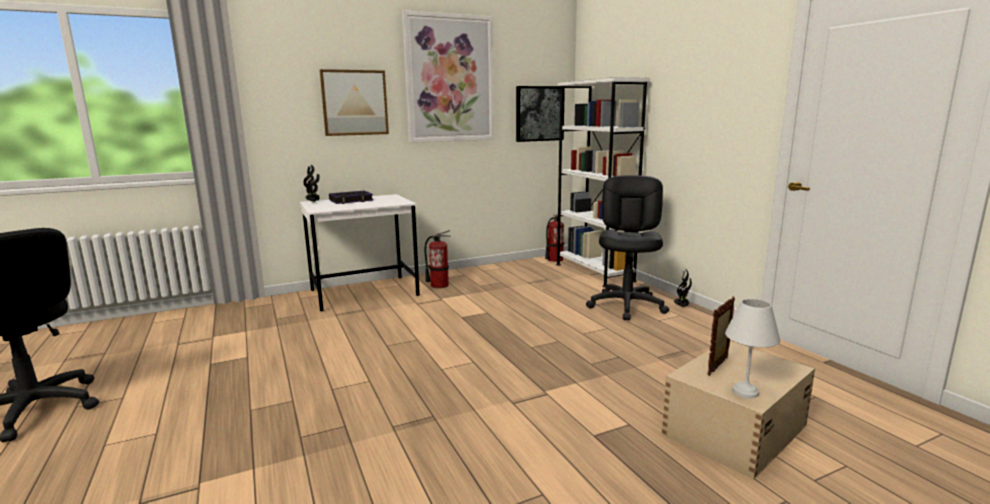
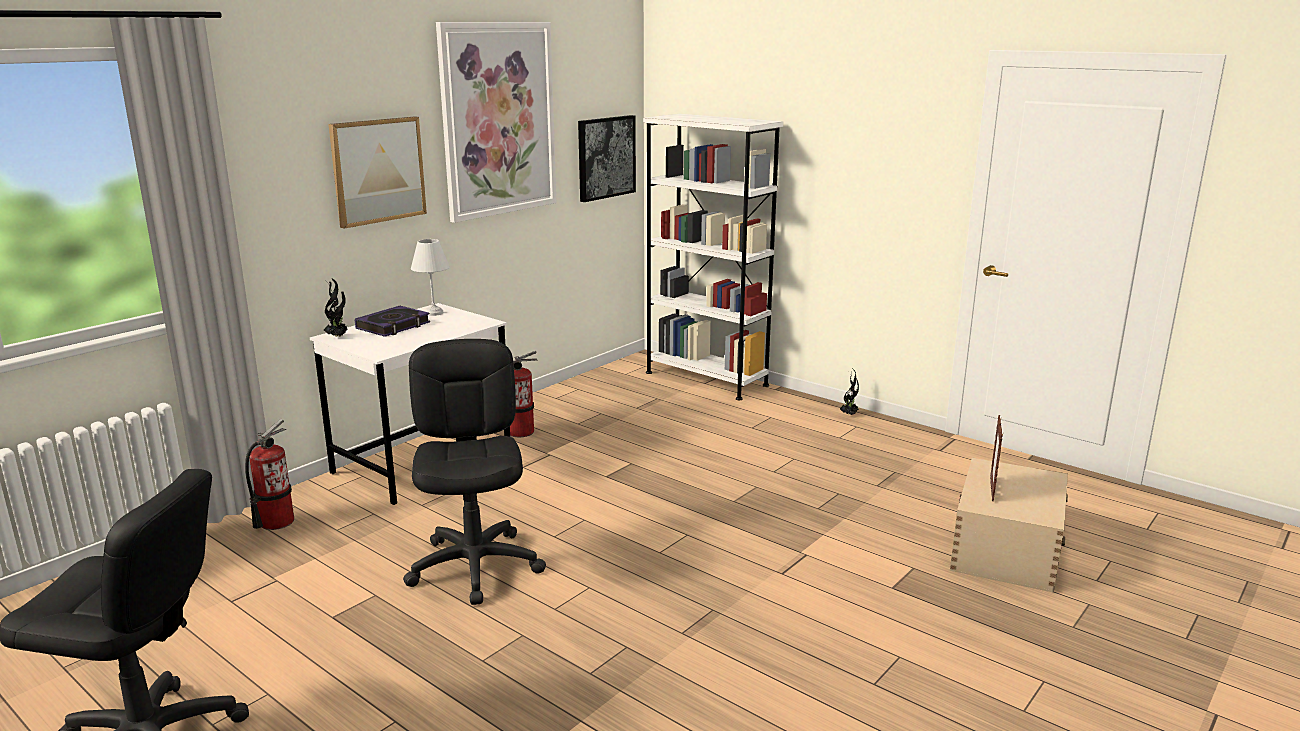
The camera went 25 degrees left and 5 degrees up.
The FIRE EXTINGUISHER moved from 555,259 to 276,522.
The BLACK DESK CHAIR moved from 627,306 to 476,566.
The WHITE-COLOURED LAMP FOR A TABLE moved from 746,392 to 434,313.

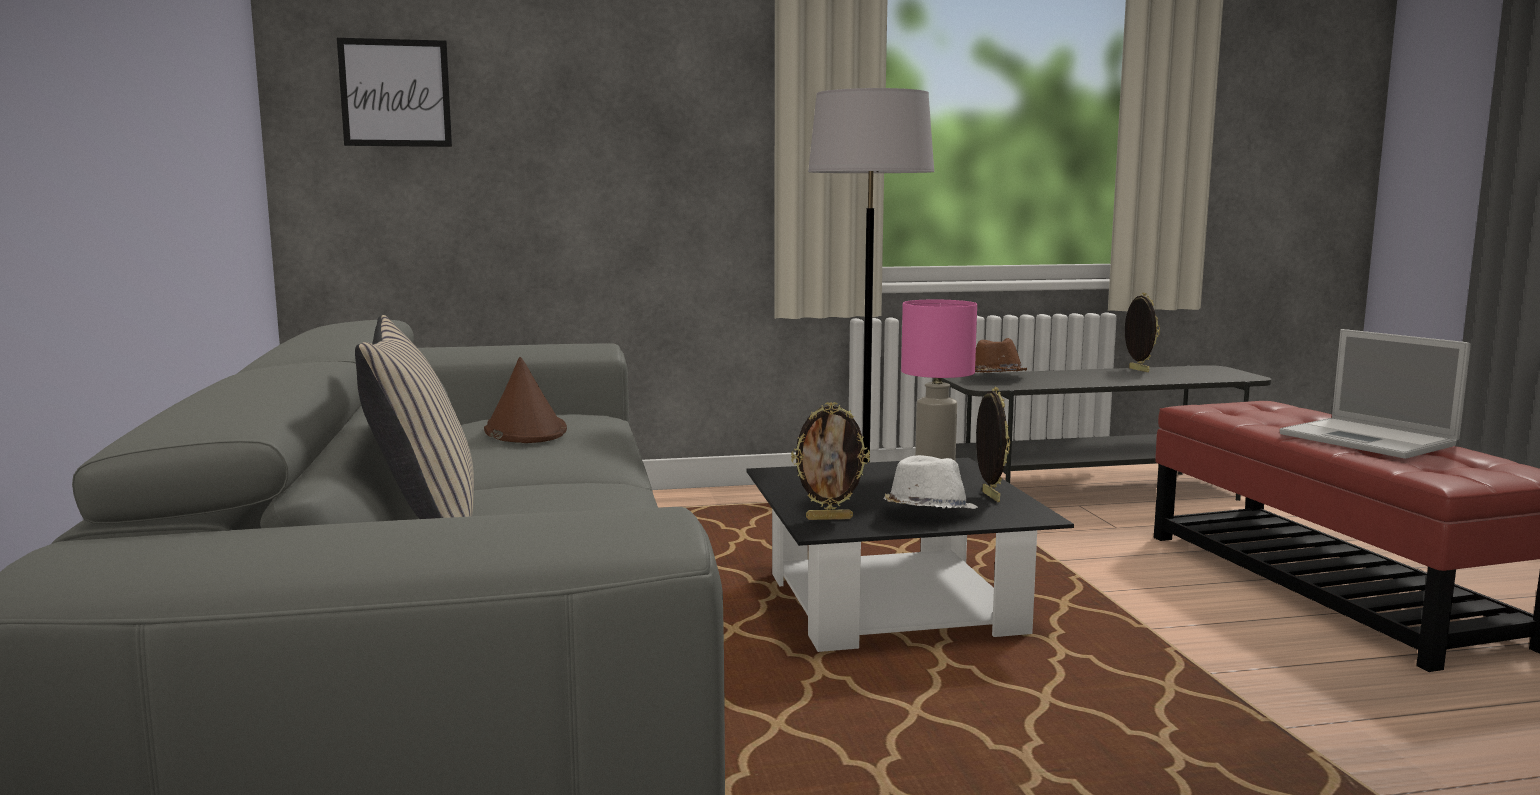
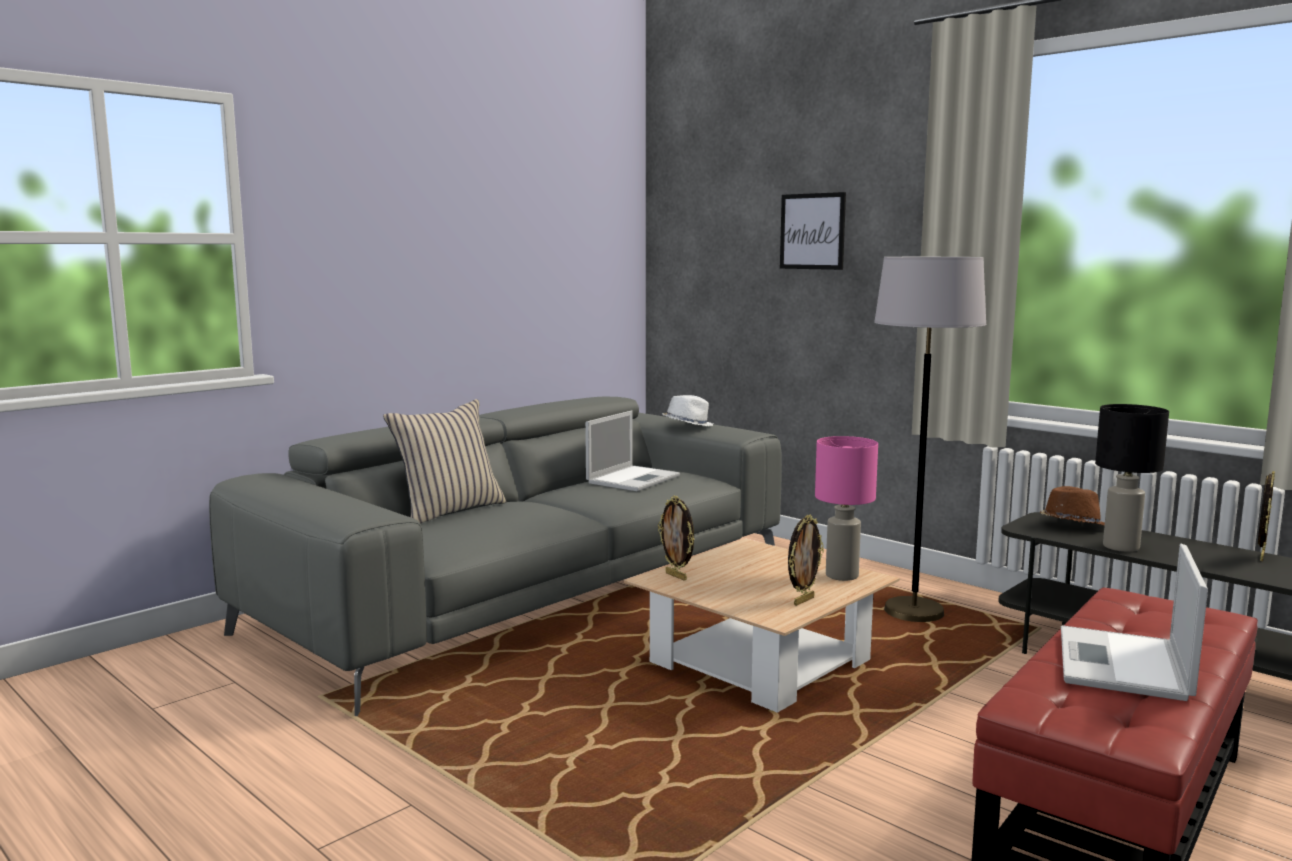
The camera went 55 degrees right and 0 degrees up.
The BLACK LAMP FOR A TABLE at 1120,547 appeared.
The PICTURE moved from 395,93 to 812,231.
The WHITE-COLOURED HAT moved from 928,512 to 687,425.
The BROWNISH HAT at 524,431 was replaced by the LAPTOP at 634,479.
The BLACK LOUNGE TABLE at 892,604 became the BEIGE LOUNGE TABLE at 760,662.

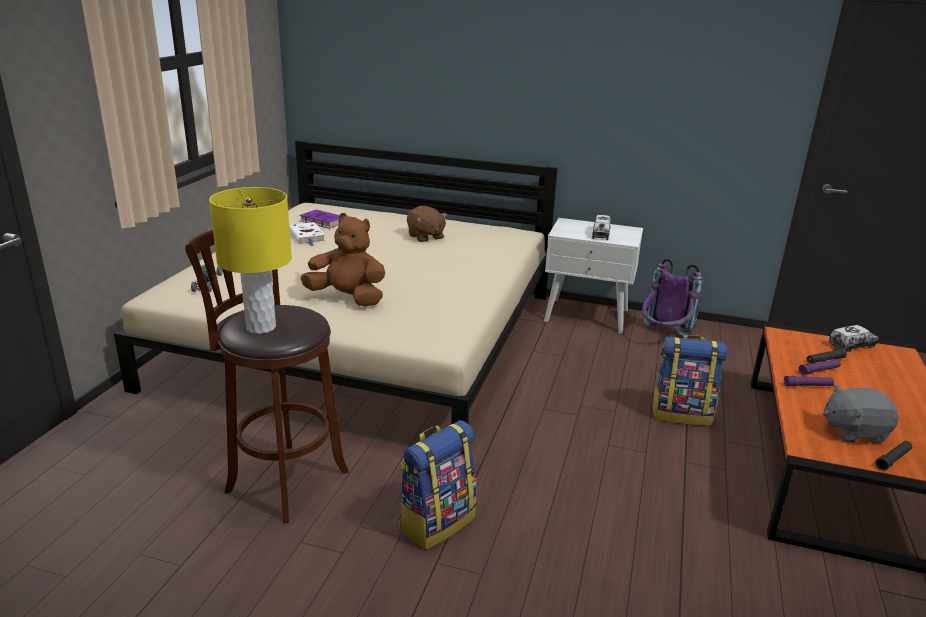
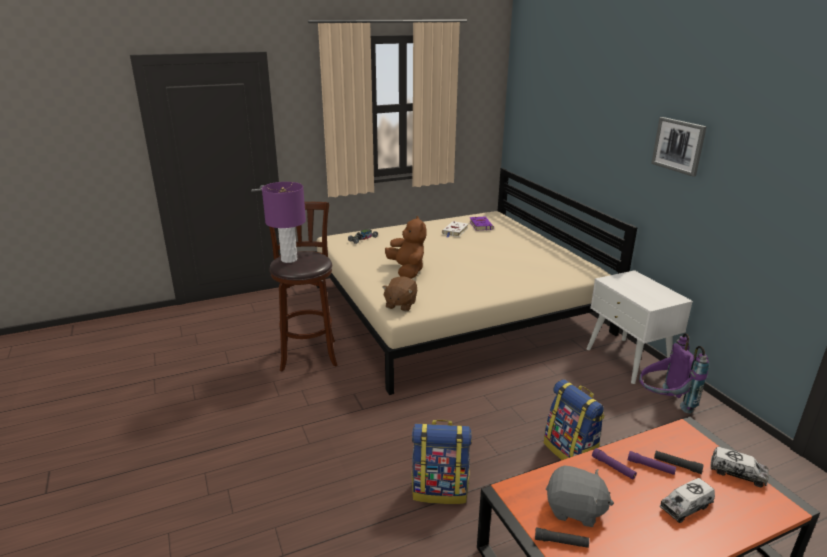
The camera went 50 degrees right and 0 degrees up.
The PICTURE at 678,145 appeared.
The RUCKSACK moved from 436,522 to 440,490.
The BROWNISH CUDDLY TOY moved from 425,237 to 400,304.
The MODEL TRUCK moved from 601,234 to 685,507.
The YELLOWISH LAMP FOR A TABLE at 260,327 became the PURPLE-COLOURED LAMP FOR A TABLE at 289,259.
The GREYISH CUDDLY TOY at 853,431 turned 150 degrees clockwise.

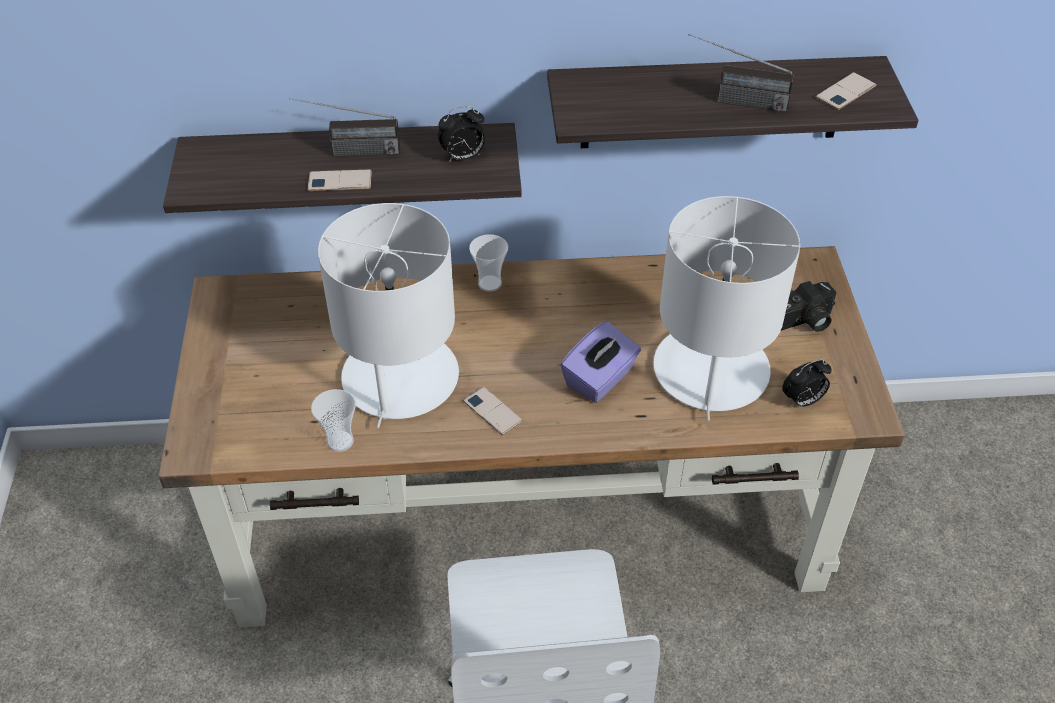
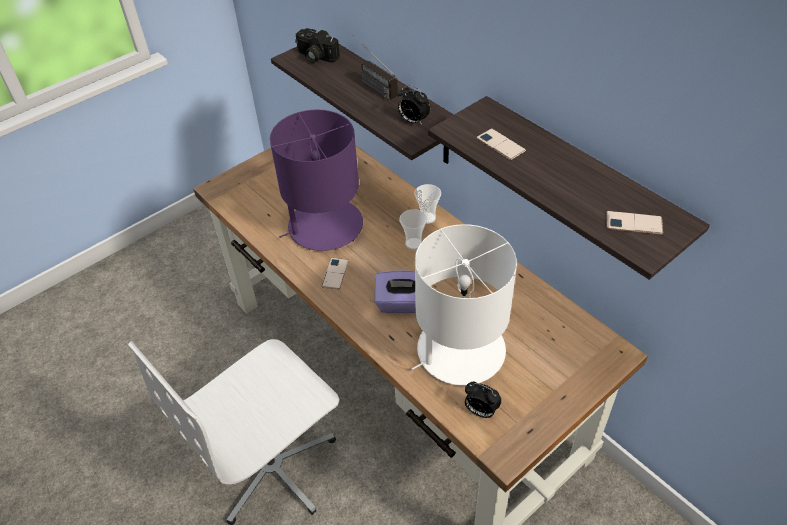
The camera went 55 degrees right and 0 degrees up.
The RADIO RECEIVER at 733,101 disappeared.
The PHONE moved from 339,181 to 500,144.
The SMALL CUP moved from 340,441 to 413,243.
The STILL CAMERA moved from 802,322 to 315,57.
The WHITE-COLOURED LAMP FOR A TABLE at 399,378 became the PURPLE-COLOURED LAMP FOR A TABLE at 324,226.

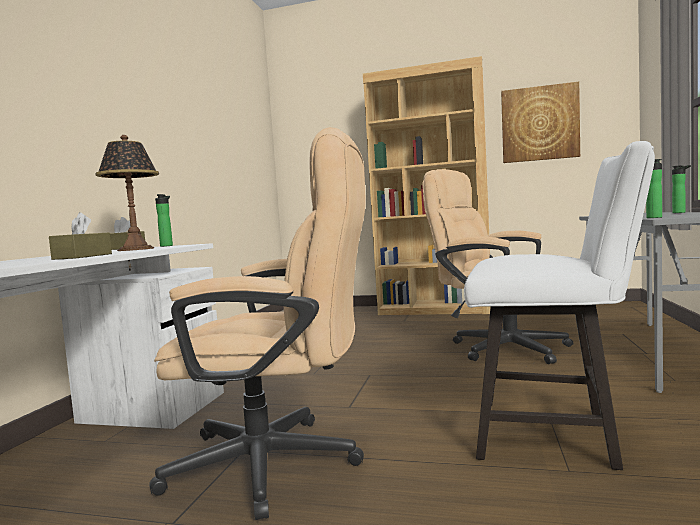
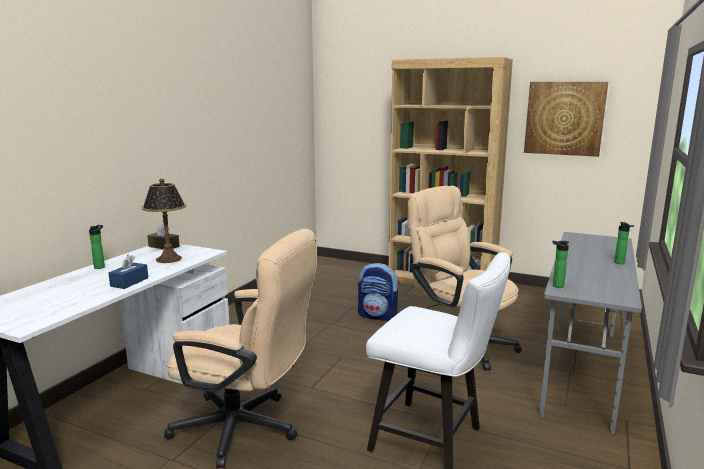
The camera went 10 degrees right and 10 degrees up.
The RUCKSACK at 378,316 appeared.
The BOTTLE moved from 167,246 to 100,267.
The BROWNISH TISSUE HOLDER at 83,256 became the BLUISH TISSUE HOLDER at 129,282.

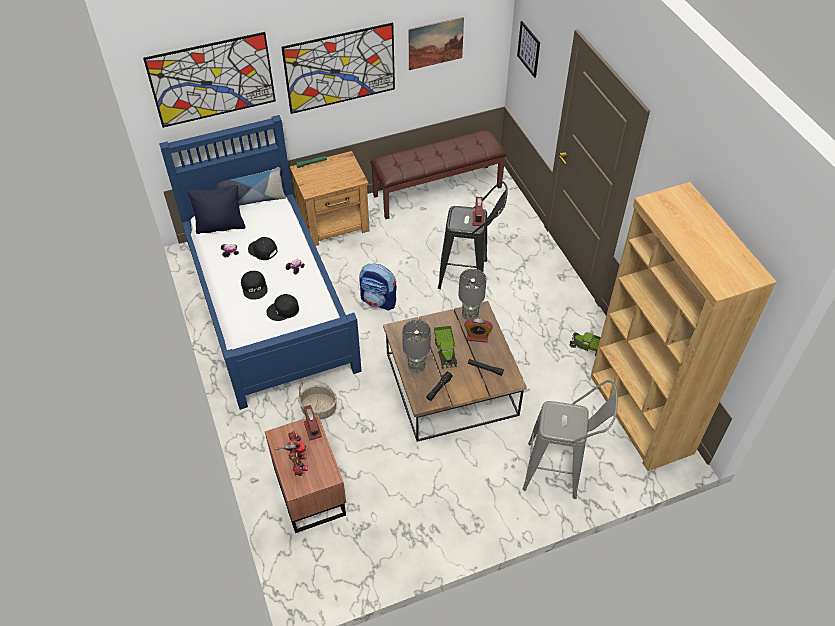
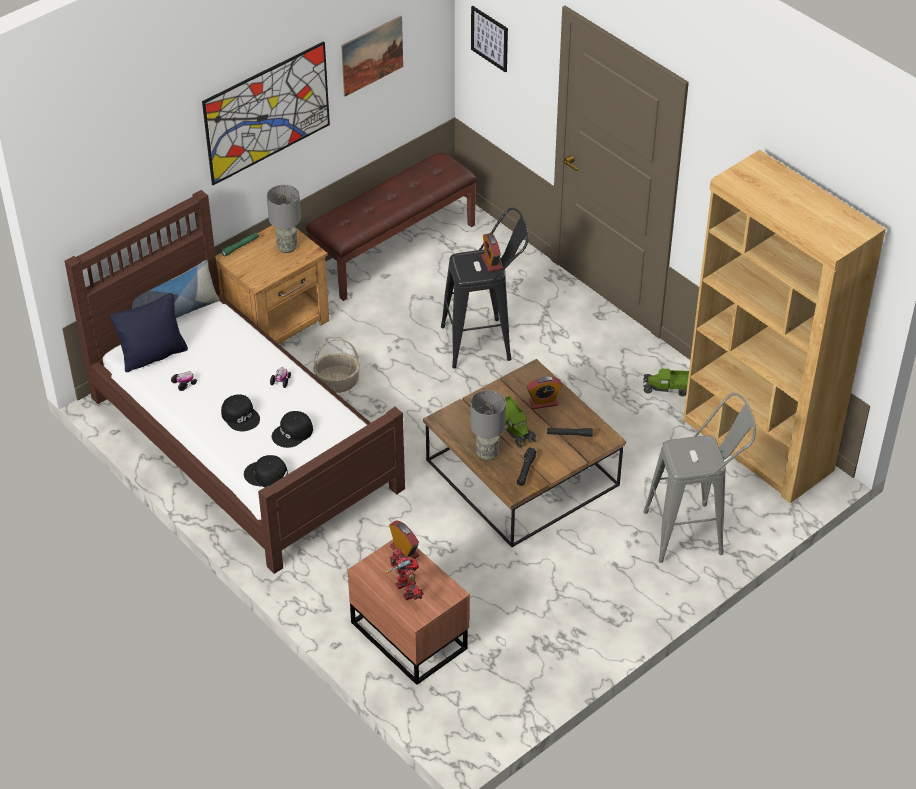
The camera went 20 degrees left and 5 degrees down.
The PICTURE at 212,80 disappeared.
The RUCKSACK at 379,301 disappeared.
The BLACK CAP moved from 262,250 to 266,475.
The STORAGE BASKET moved from 318,409 to 337,383.
The GREYISH LAMP FOR A TABLE moved from 470,315 to 287,247.
The BLUISH SLEEPING BED at 269,303 became the BROWNISH SLEEPING BED at 243,441.

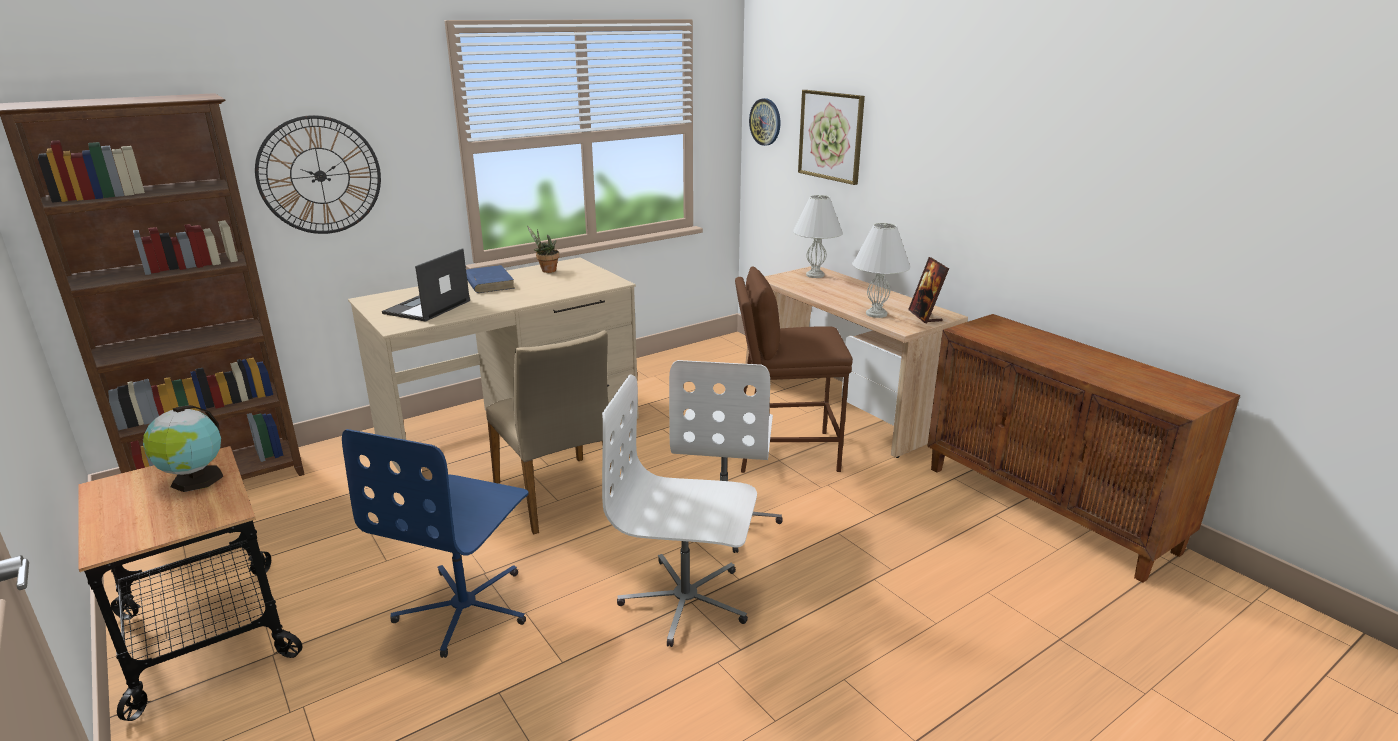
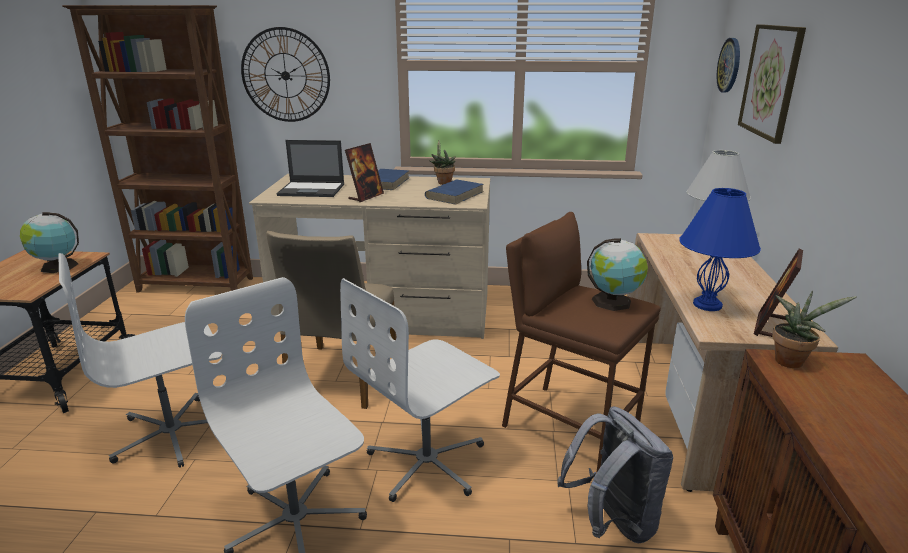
The camera went 40 degrees right and 0 degrees up.
The STANDING FRAME at 366,196 appeared.
The BLUISH VOLUME at 455,195 appeared.
The GREYISH RUCKSACK at 612,522 appeared.
The GLOBE at 614,302 appeared.
The PLANT IN A POT at 791,360 appeared.
The BLUISH DESK CHAIR at 465,608 became the WHITE-COLOURED DESK CHAIR at 172,434.
The WHITE-COLOURED LAMP FOR A TABLE at 877,314 became the BLUISH LAMP FOR A TABLE at 707,305.
The LAPTOP at 427,307 turned 150 degrees counterclockwise.

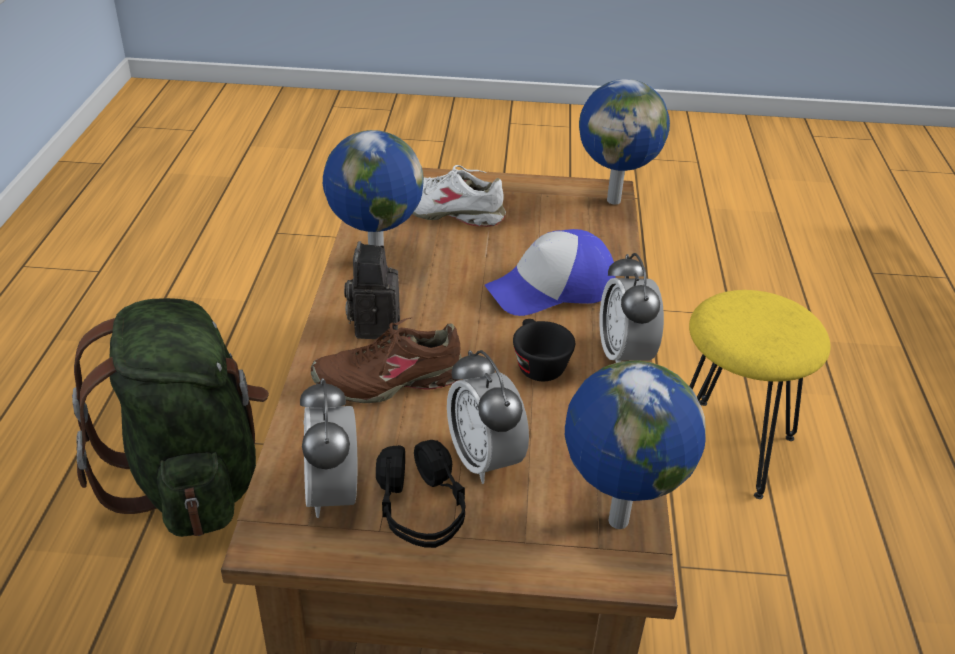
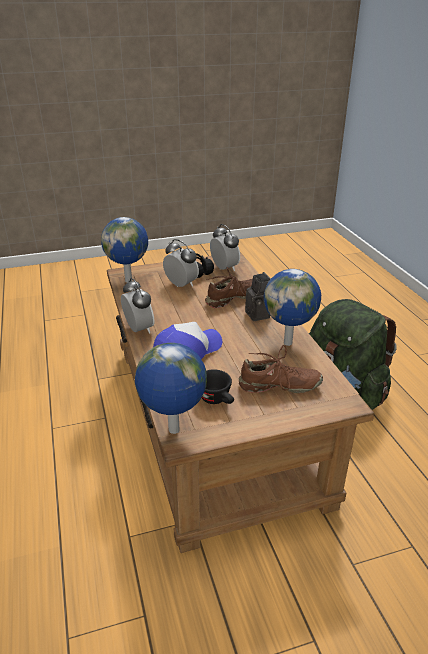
The camera went 160 degrees right and 5 degrees down.
The YELLOWISH STOOL SEAT at 728,446 disappeared.
The BLACK SMALL CUP moved from 537,364 to 217,400.
The WHITE-COLOURED LOW SHOE at 448,211 became the BROWNISH LOW SHOE at 279,386.

